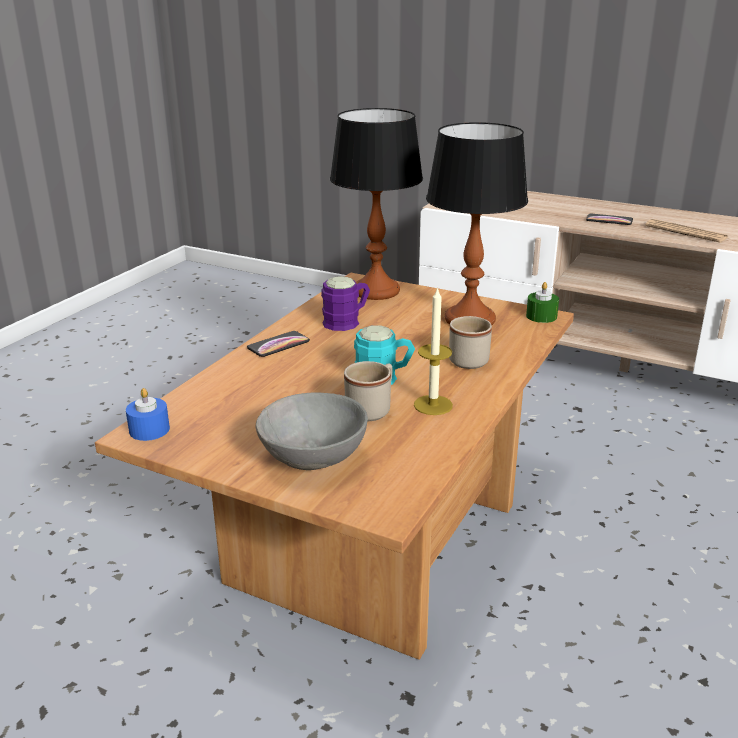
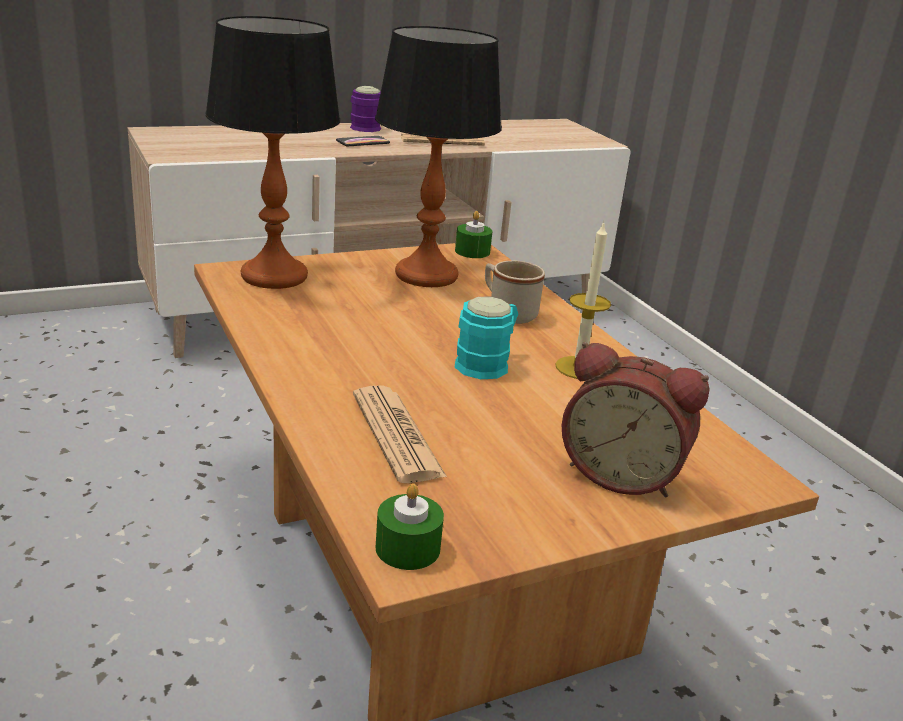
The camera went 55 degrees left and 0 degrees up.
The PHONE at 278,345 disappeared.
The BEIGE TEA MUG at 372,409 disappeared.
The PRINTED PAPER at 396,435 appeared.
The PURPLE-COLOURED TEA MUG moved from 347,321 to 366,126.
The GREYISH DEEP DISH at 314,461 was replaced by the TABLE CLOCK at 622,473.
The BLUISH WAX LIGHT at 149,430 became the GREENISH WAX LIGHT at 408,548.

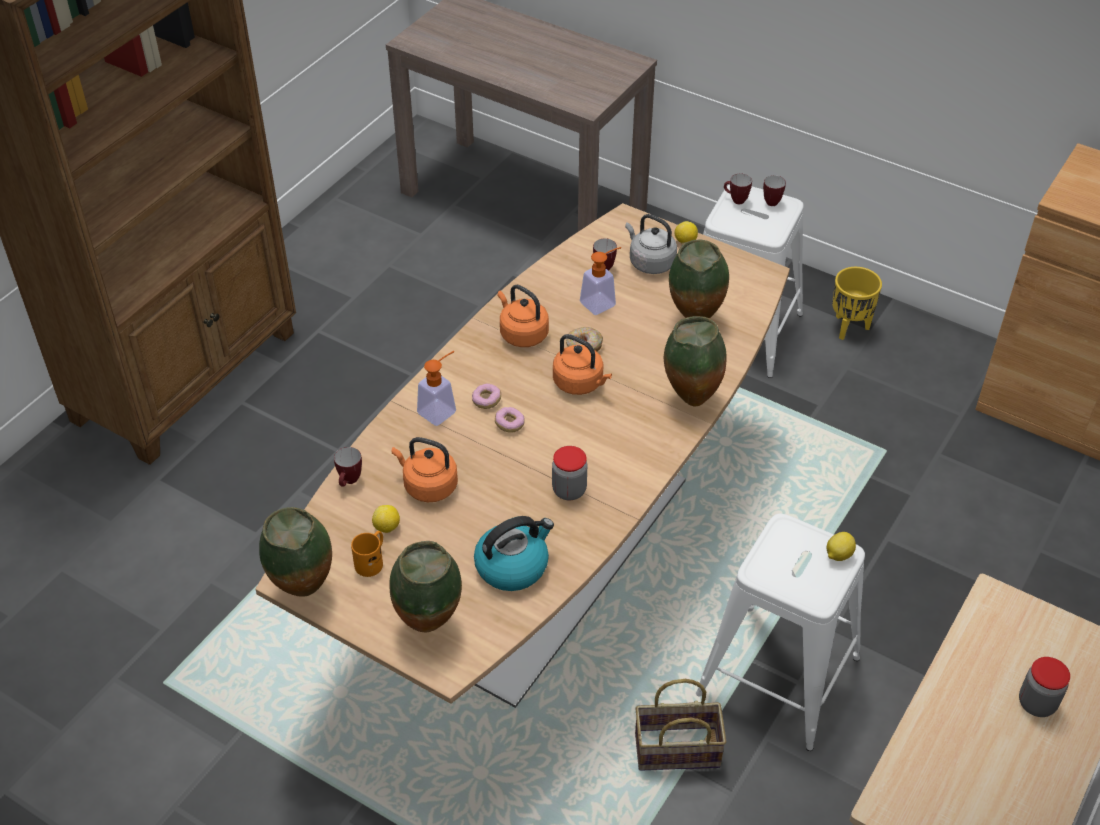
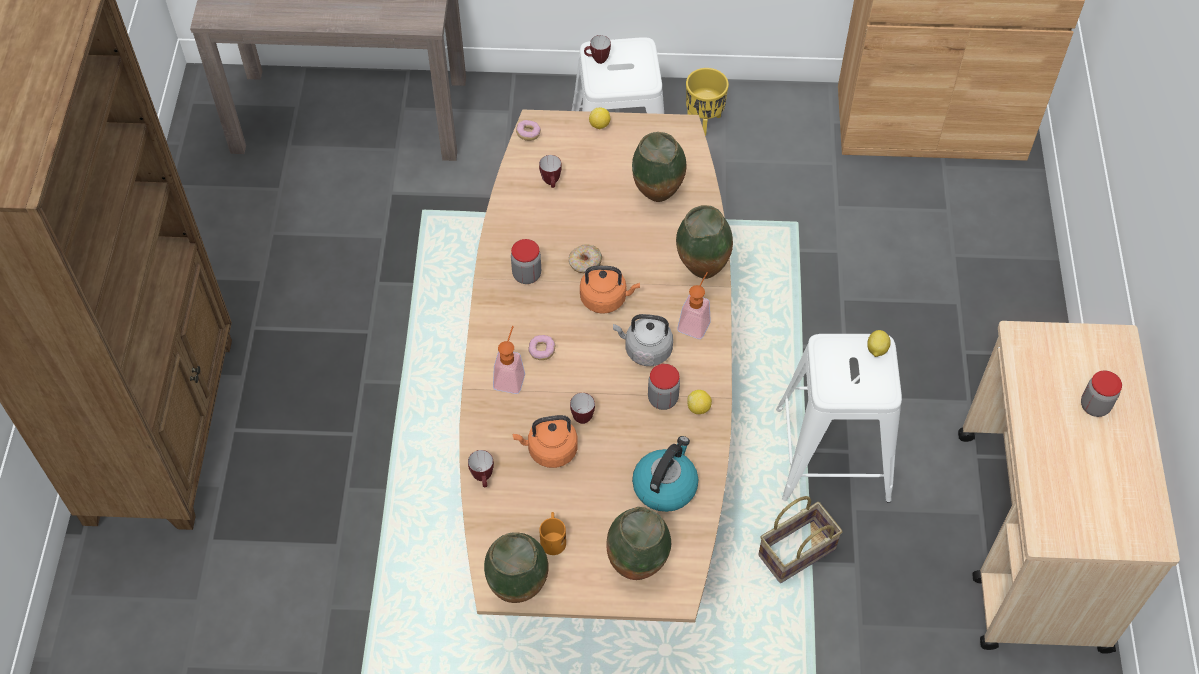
The camera went 30 degrees left and 10 degrees up.
The WHOLE LEMON moved from 387,527 to 699,408.
The DOUGHNUT moved from 509,424 to 528,134.
The LIQUID SOAP BOTTLE moved from 602,302 to 696,322.
The GREYISH KETTLE moved from 650,262 to 645,350.
The TEA MUG moved from 772,201 to 581,415.
The ORANGE KETTLE at 522,334 was replaced by the PRESERVE JAR at 527,275.

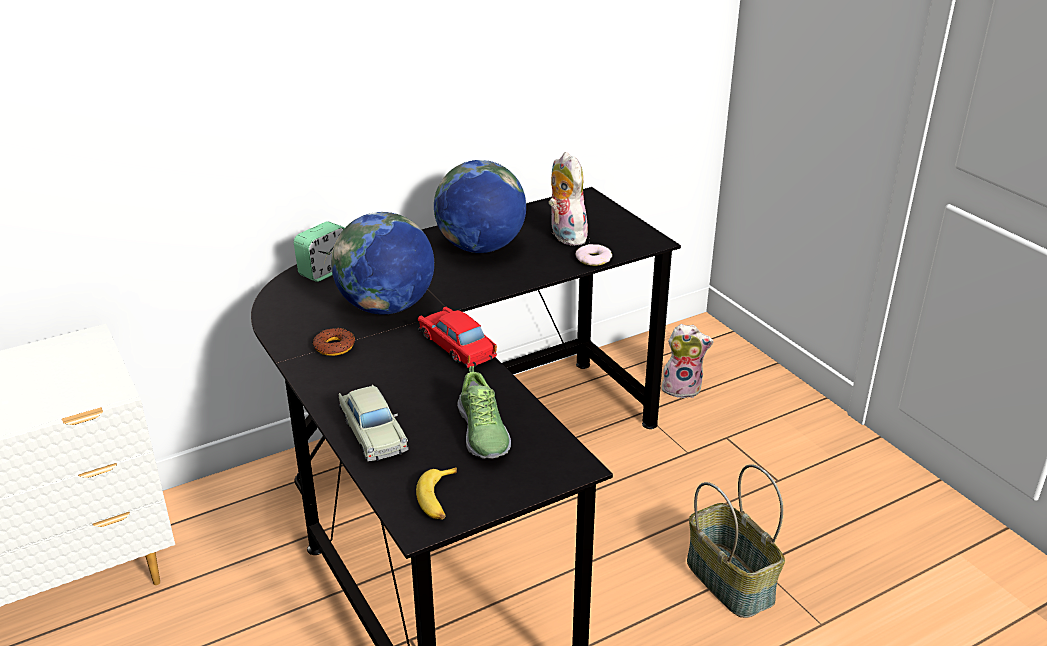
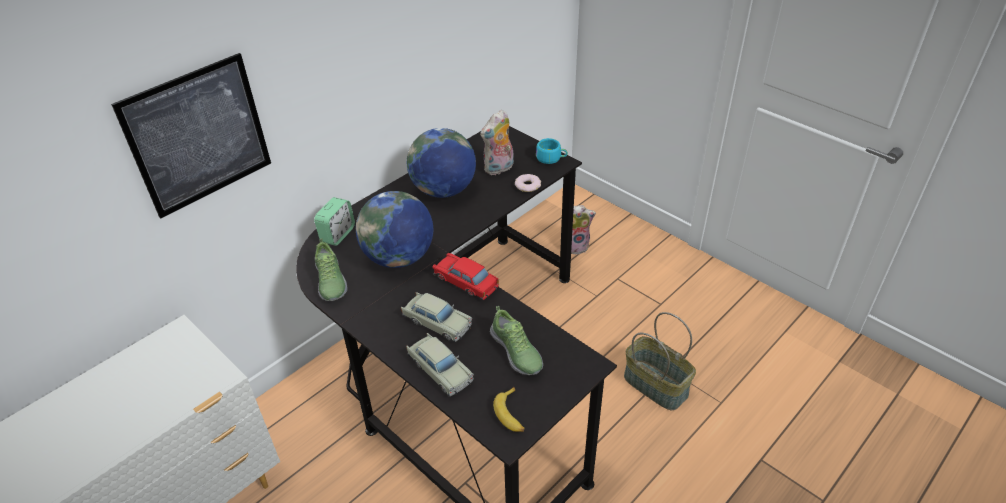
The camera went 15 degrees left and 10 degrees up.
The DOUGHNUT at 334,346 disappeared.
The PICTURE at 198,136 appeared.
The LOW SHOE at 330,282 appeared.
The BEIGE MINIATURE CAR at 437,322 appeared.
The TURQUOISE-COLOURED SMALL CUP at 551,158 appeared.
The CUDDLY TOY at 565,236 turned 90 degrees counterclockwise.

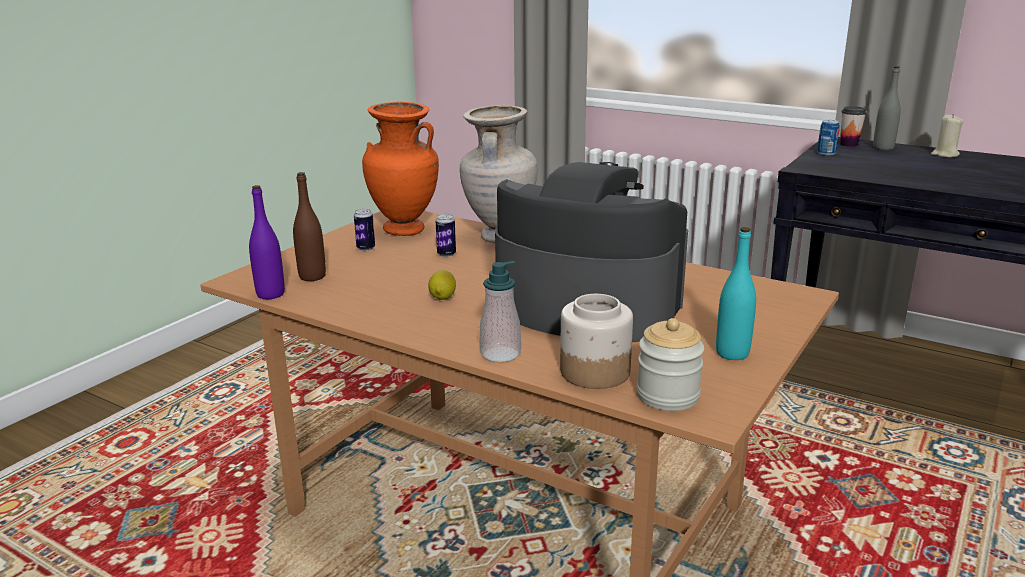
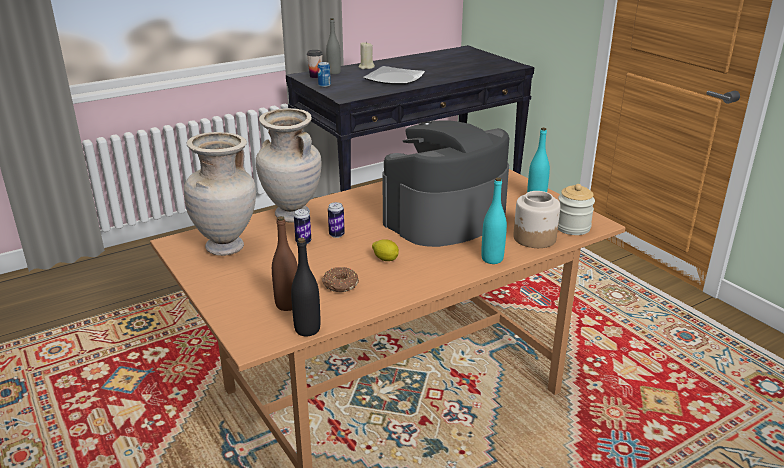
The camera went 65 degrees left and 5 degrees up.
The DOUGHNUT at 340,285 appeared.
The PLATE at 394,78 appeared.
The CAN moved from 366,248 to 336,235.
The LIQUID SOAP BOTTLE at 500,354 was replaced by the TURQUOISE-COLOURED BOTTLE at 492,259.
The PURPLE-COLOURED BOTTLE at 270,294 became the BLACK BOTTLE at 307,329.
The ORANGE VASE at 404,231 became the BEIGE VASE at 227,248.

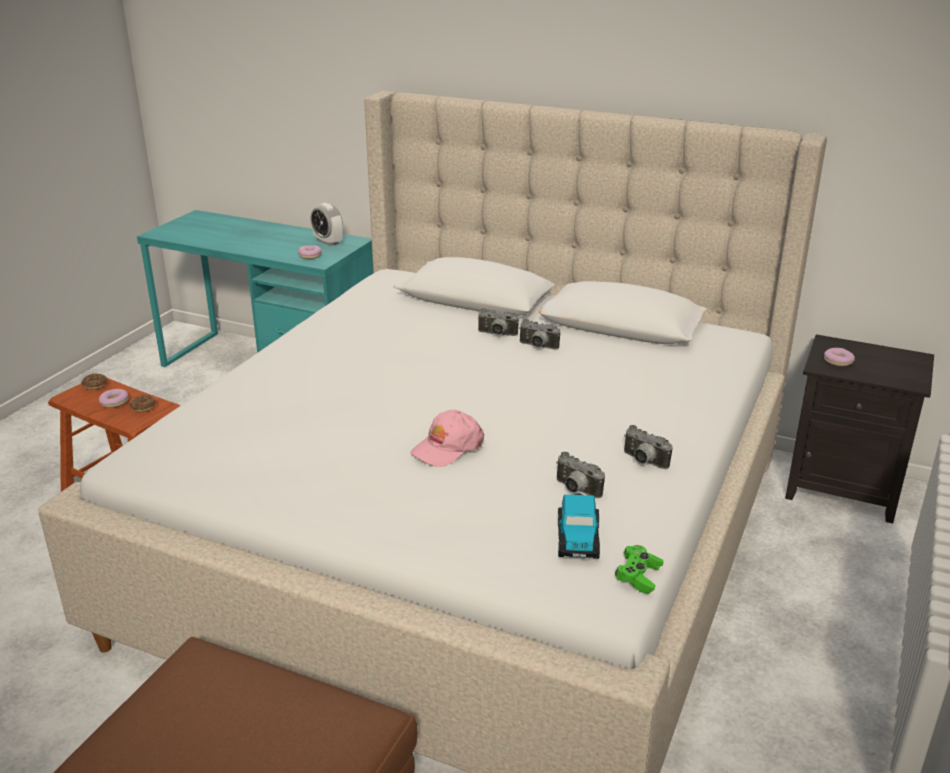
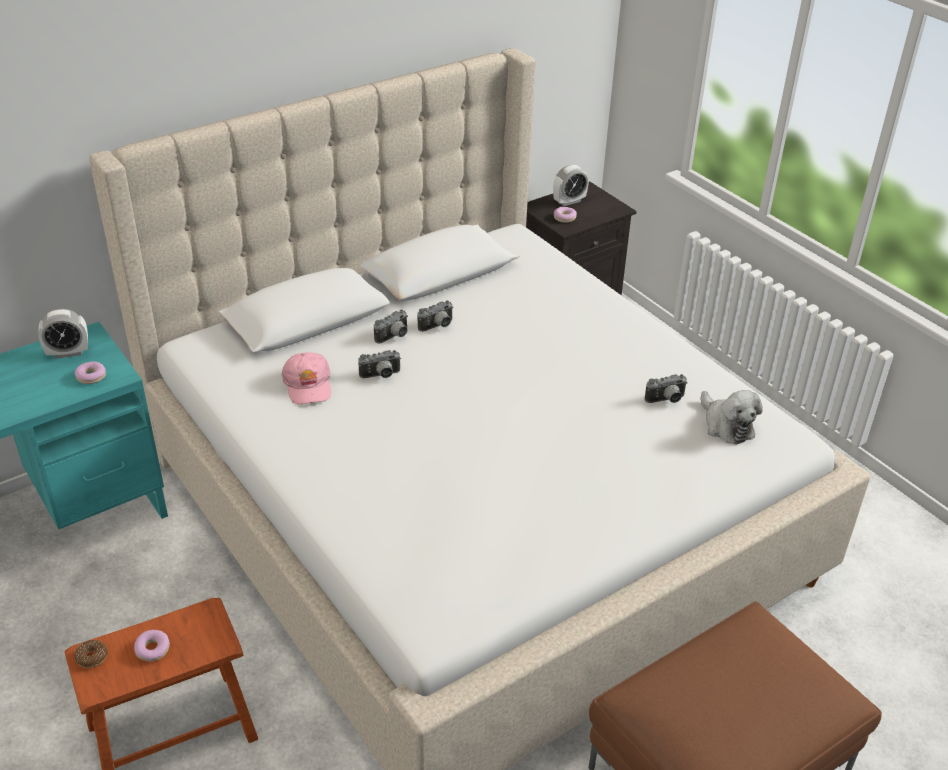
The camera went 60 degrees left and 10 degrees up.
The DOUGHNUT at 143,407 disappeared.
The GREENISH GAMEPAD at 638,576 disappeared.
The TABLE CLOCK at 569,201 appeared.
The PINK CAP moved from 447,447 to 308,385.
The STILL CAMERA moved from 643,461 to 381,376.
The MINIATURE CAR at 578,540 was replaced by the CUDDLY TOY at 726,425.

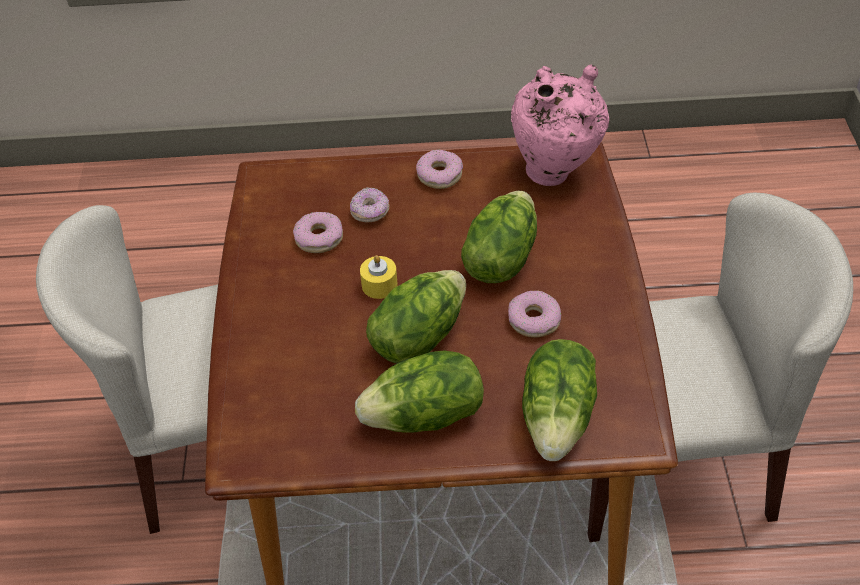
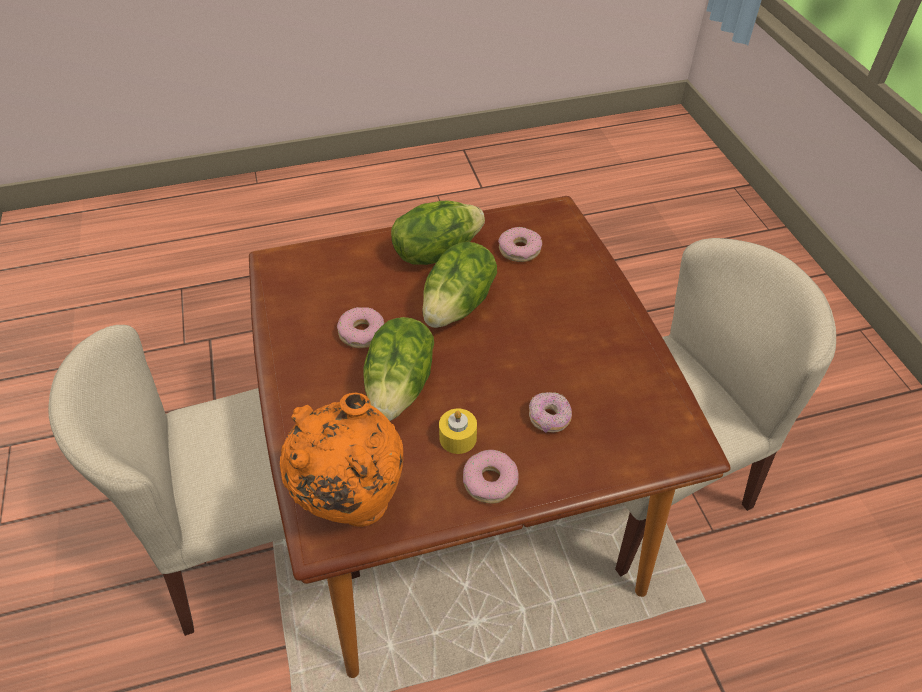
The camera went 165 degrees right and 0 degrees up.
The LETTUCE HEAD at 558,417 disappeared.
The DOUGHNUT moved from 319,238 to 519,250.
The YELLOWISH WAX LIGHT moved from 379,285 to 458,438.
The PINK VASE at 555,173 became the ORANGE VASE at 353,506.

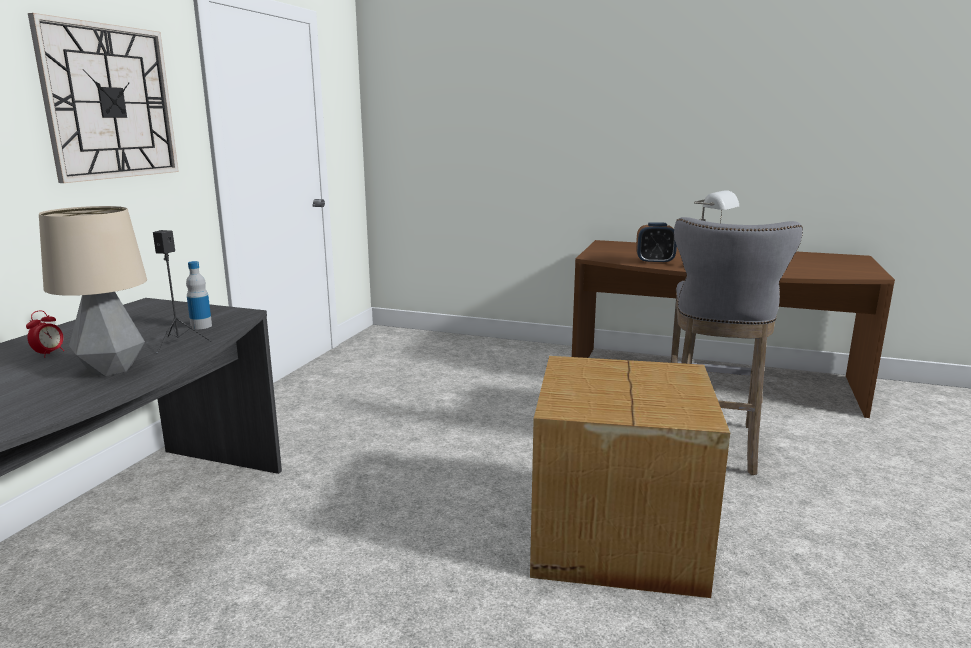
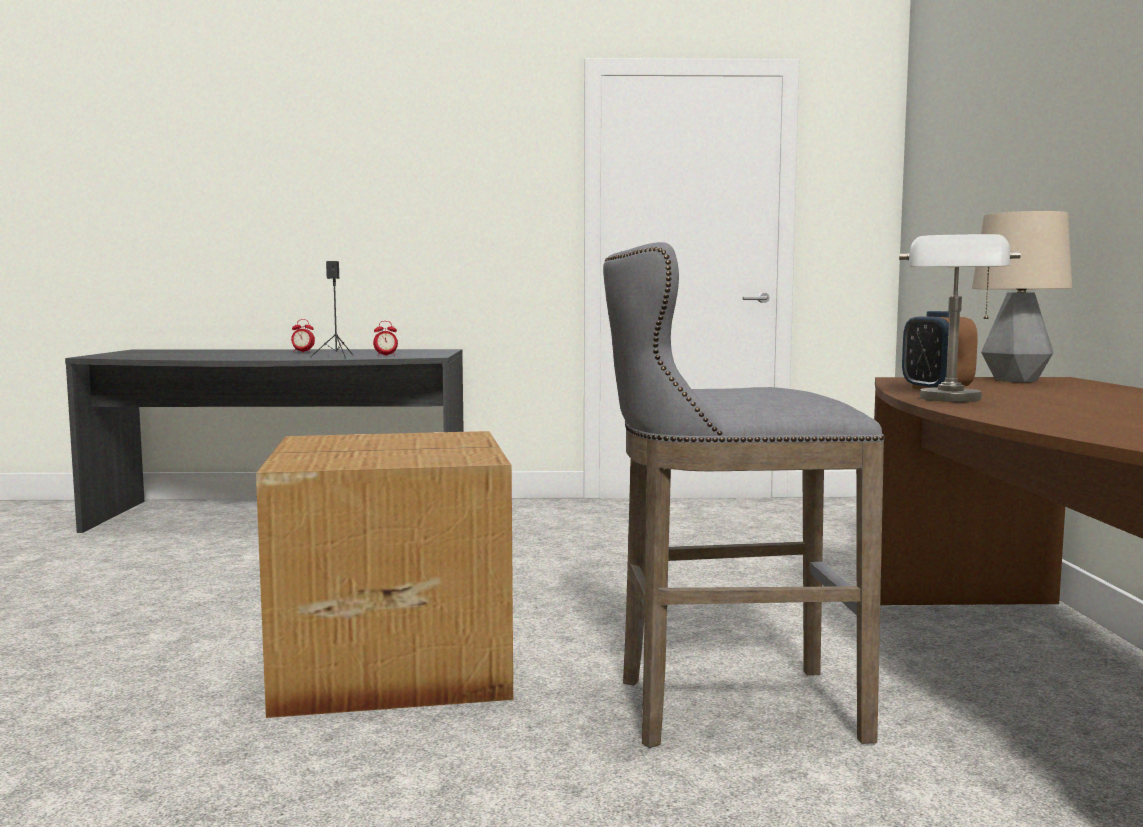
The camera went 70 degrees right and 10 degrees down.
The HANGING CLOCK at 110,102 disappeared.
The LAMP FOR A TABLE moved from 112,369 to 1016,380.
The BOTTLE at 201,326 was replaced by the TABLE CLOCK at 386,355.

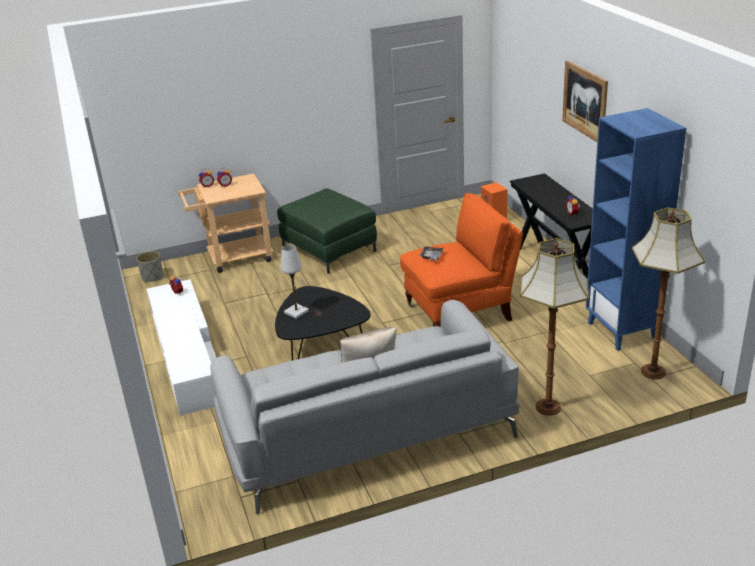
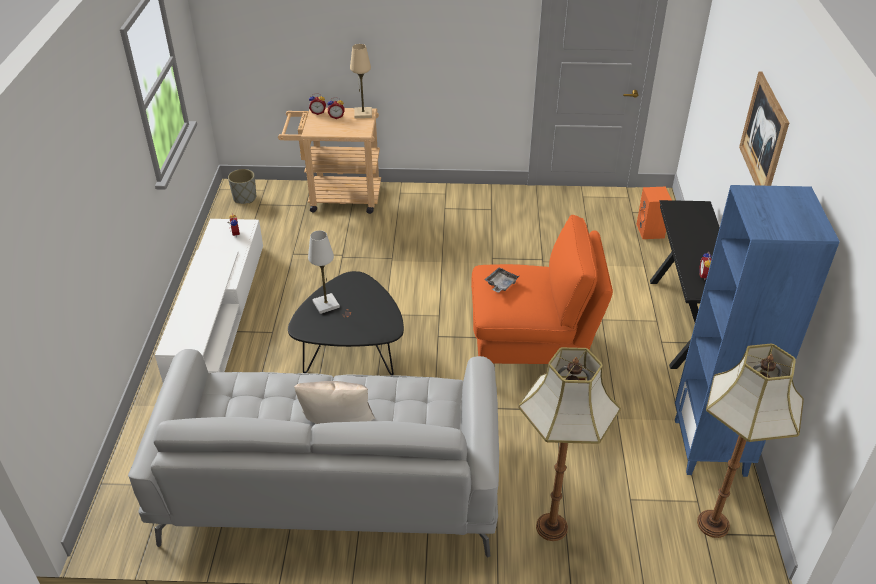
The camera went 20 degrees right and 10 degrees up.
The GREENISH OTTOMAN at 329,250 disappeared.
The BEIGE LAMP FOR A TABLE at 363,114 appeared.

